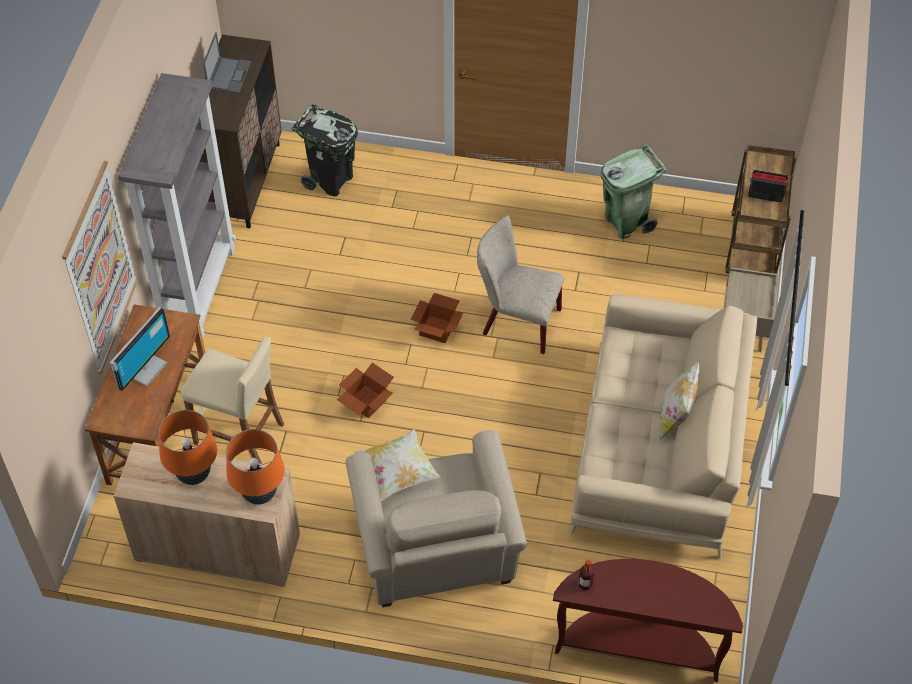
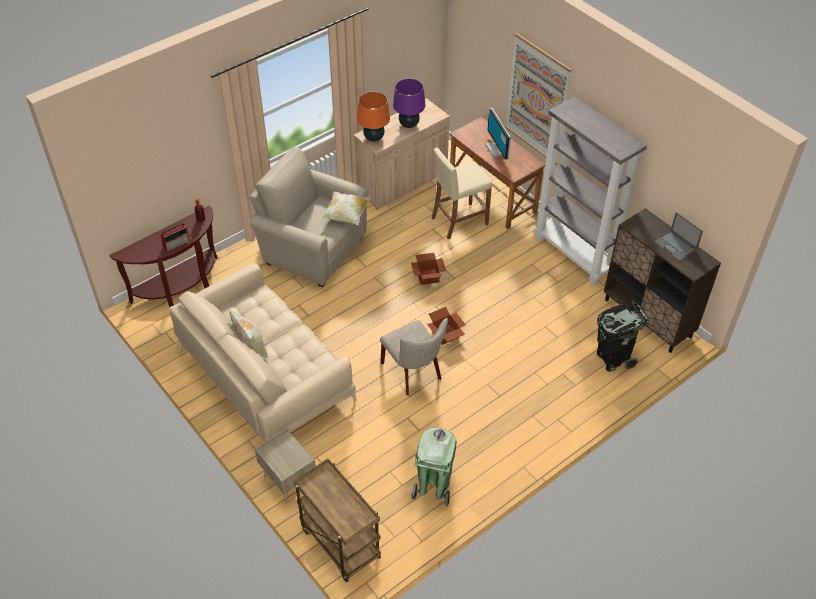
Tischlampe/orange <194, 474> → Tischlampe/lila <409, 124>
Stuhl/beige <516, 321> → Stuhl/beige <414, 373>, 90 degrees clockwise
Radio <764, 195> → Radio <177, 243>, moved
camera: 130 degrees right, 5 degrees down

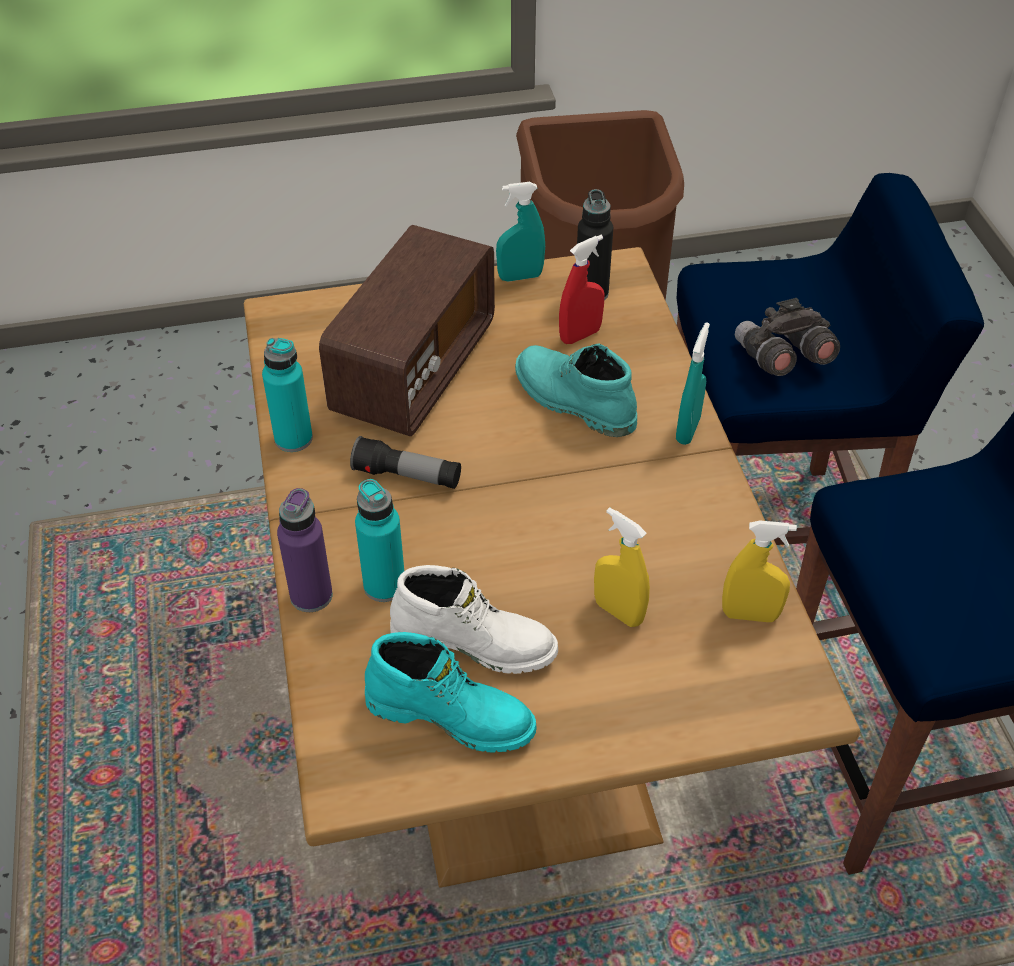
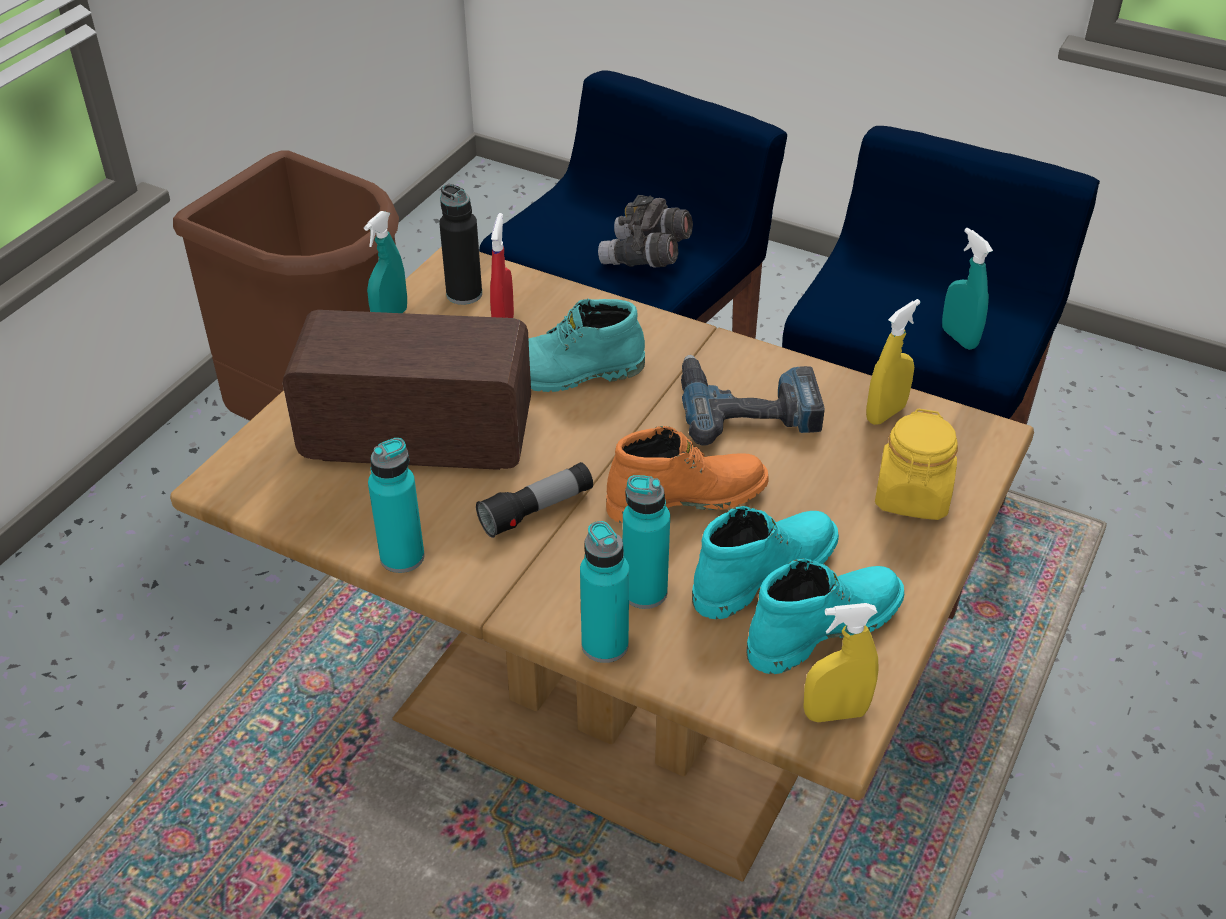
Flasche/lila <311, 595> → Flasche/türkis <605, 645>
Radio <414, 370> → Radio <418, 438>, 60 degrees counterclockwise
Stiefel/weiß <475, 642> → Stiefel/türkis <762, 571>
Sprühflasche/gelb <618, 612> → Sprühflasche/gelb <835, 713>, moved
Sprühflasche/türkis <688, 430> → Sprühflasche/türkis <959, 338>, moved
- → Stiefel/orange <686, 497>
- → Bohrmaschine <747, 407>
- → Vorratsglas/gelb <912, 496>
camera: 50 degrees left, 5 degrees down

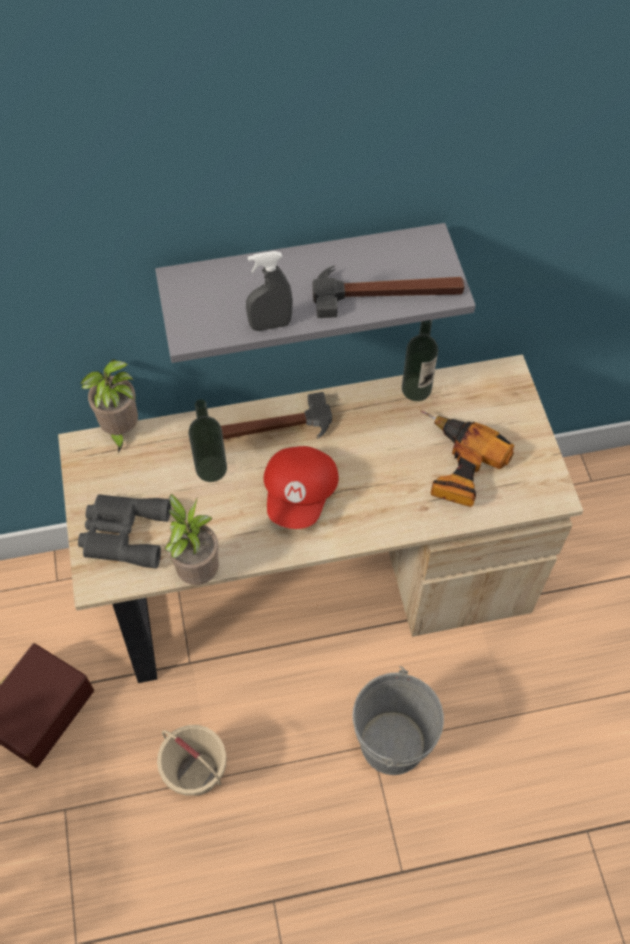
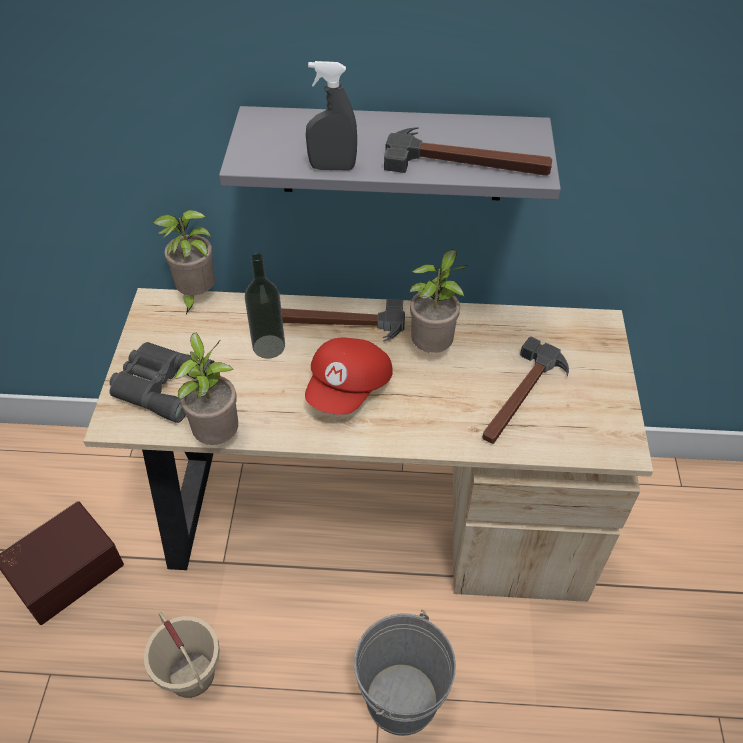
Flasche <416, 389> → -
Bohrmaschine <455, 466> → Hammer <521, 397>
- → Topfpflanze <433, 348>
camera: 15 degrees right, 10 degrees down

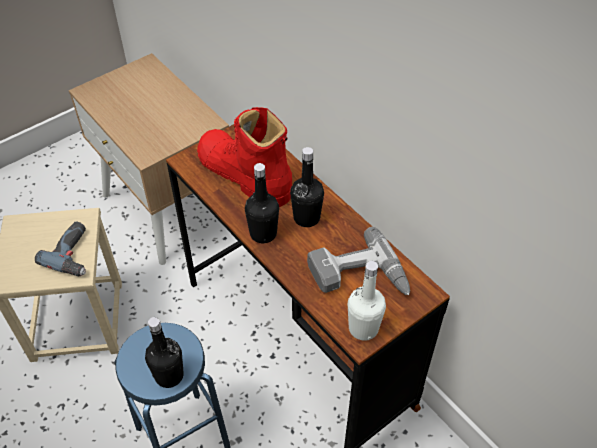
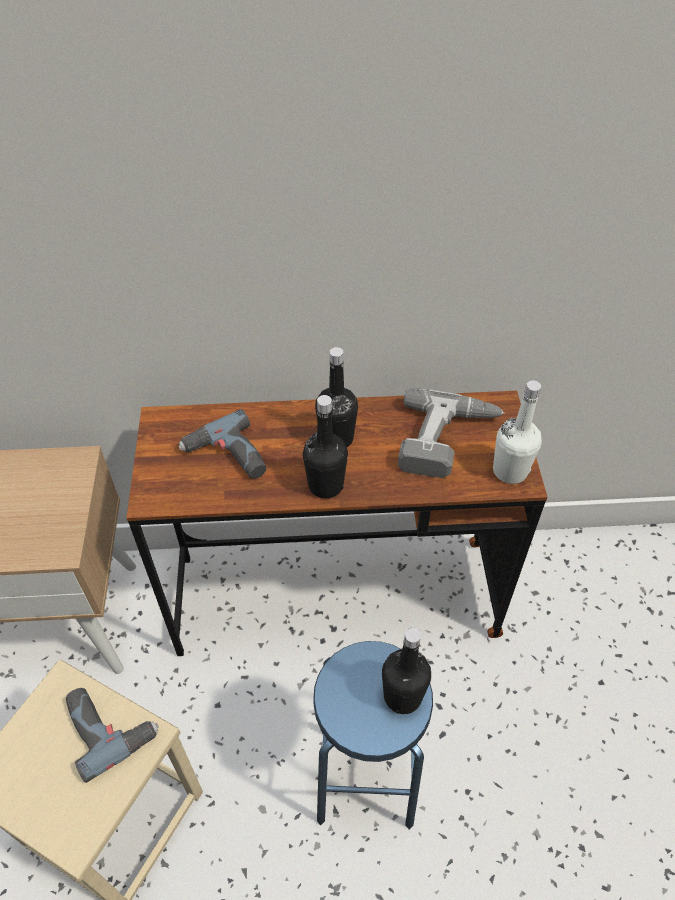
Stiefel/rot <244, 175> → Bohrmaschine <227, 457>
camera: 55 degrees left, 0 degrees up

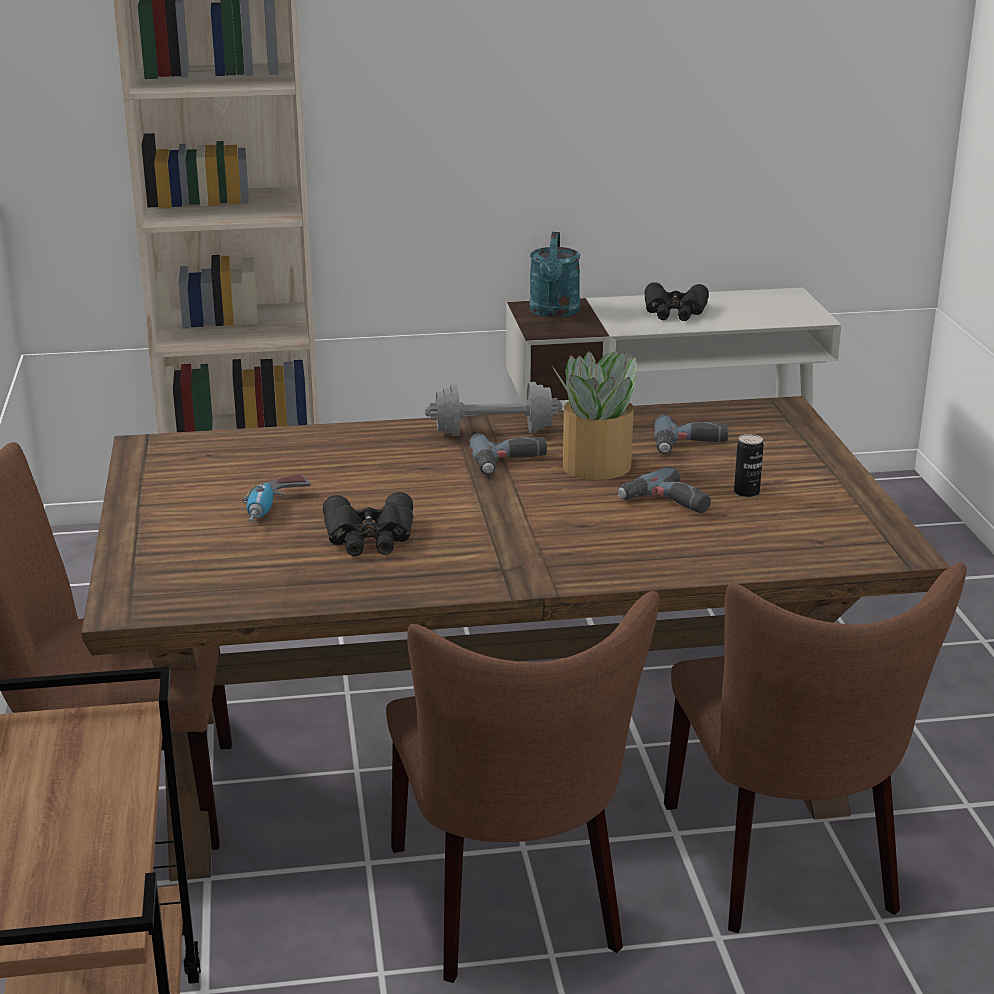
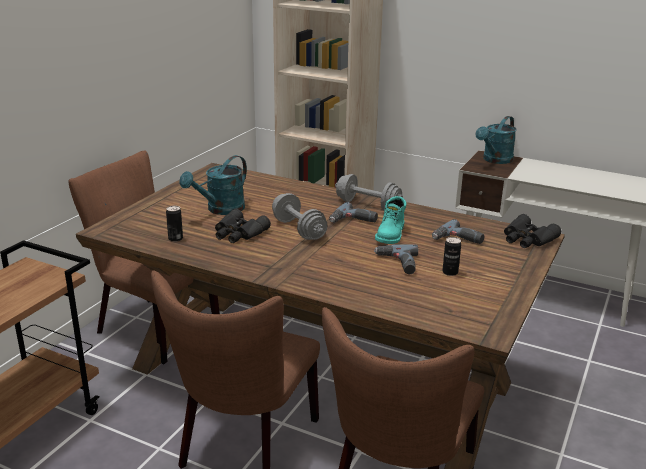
Bohrmaschine <275, 510> → Gießkanne/türkis <220, 210>
Topfpflanze <595, 466> → Stiefel/türkis <391, 235>
Fernglas/schwarz <675, 311> → Fernglas/schwarz <527, 239>, moved
- → Dose <175, 239>
- → Hantel/grau <299, 229>
camera: 35 degrees right, 0 degrees up

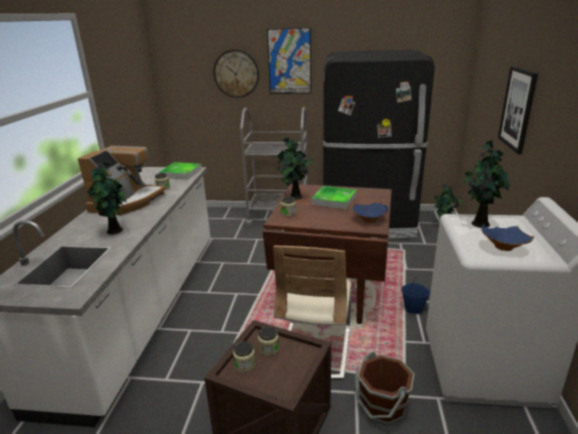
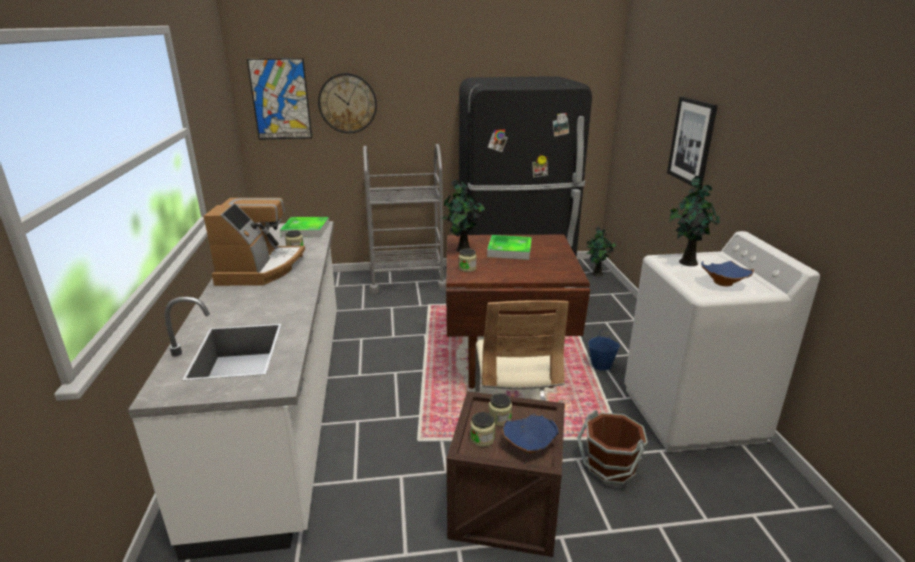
Topfpflanze <115, 231> → -
Bild <289, 61> → Bild <280, 99>, moved
Schüssel/blau <369, 219> → Schüssel/blau <528, 445>, moved
camera: 15 degrees left, 0 degrees up

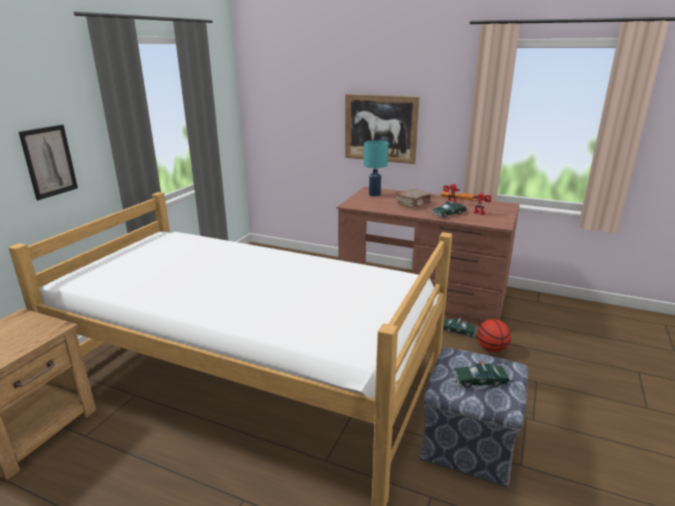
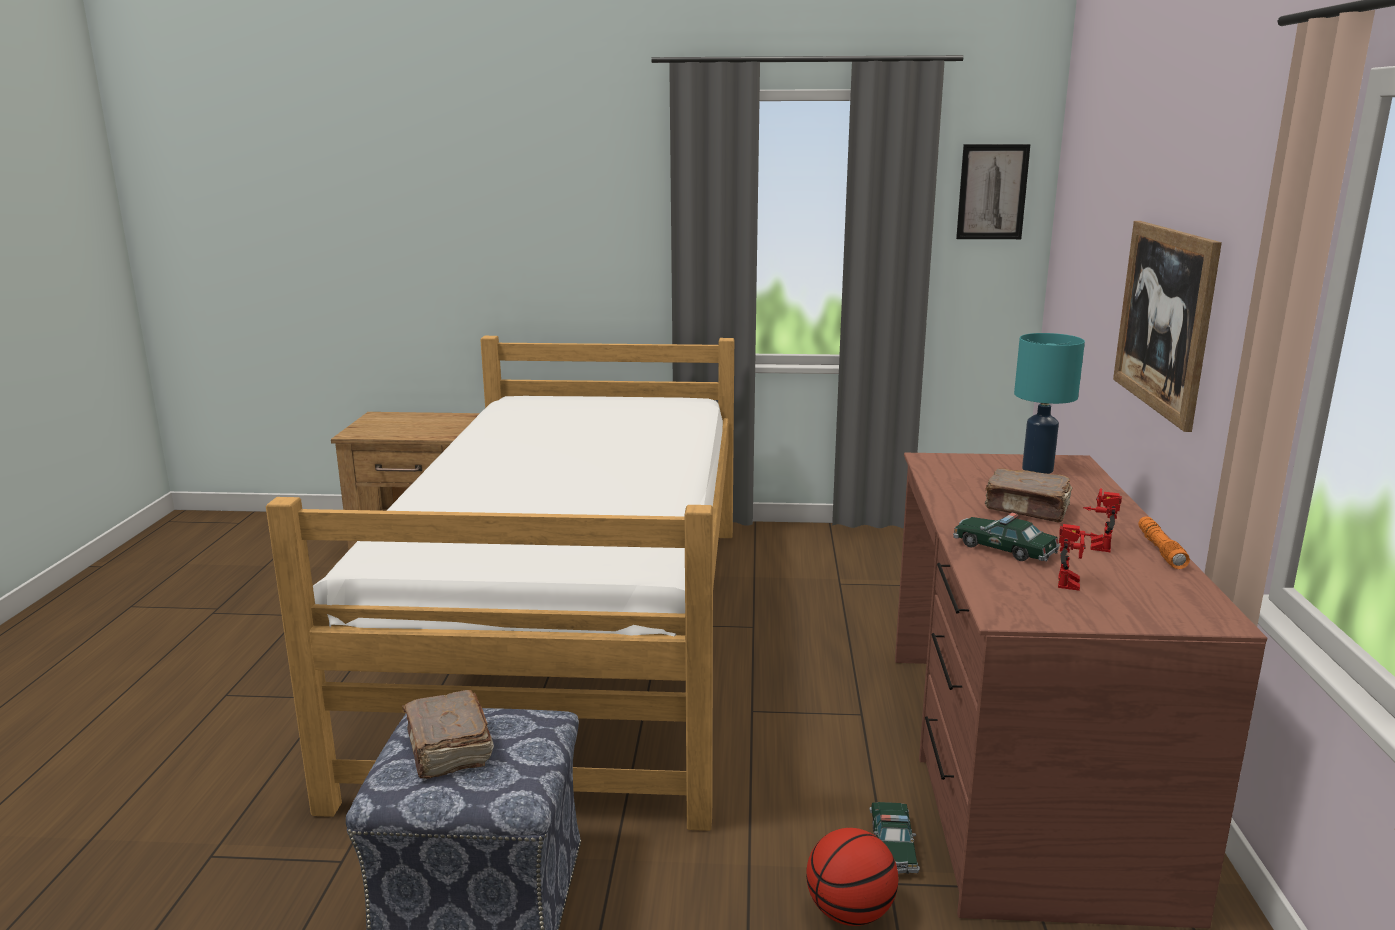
Bild <49, 161> → Bild <992, 192>, moved
Spielzeugauto <480, 381> → Buch/braun <448, 750>
camera: 70 degrees right, 5 degrees down

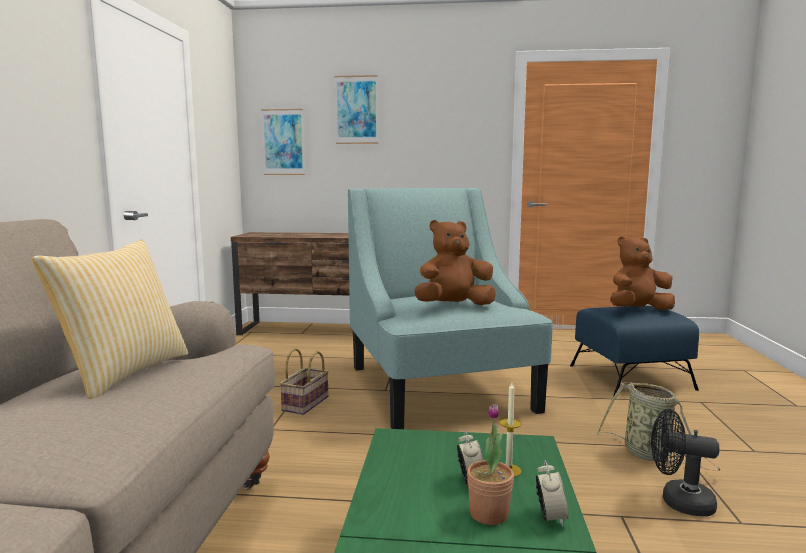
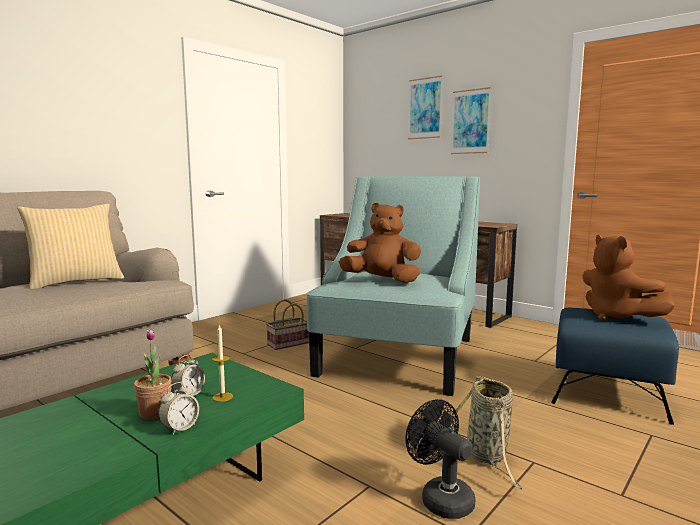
Bild <283, 142> → Bild <470, 121>, moved
Plüschtier/braun <638, 310> → Plüschtier/braun <616, 317>, 135 degrees counterclockwise
camera: 35 degrees right, 0 degrees up

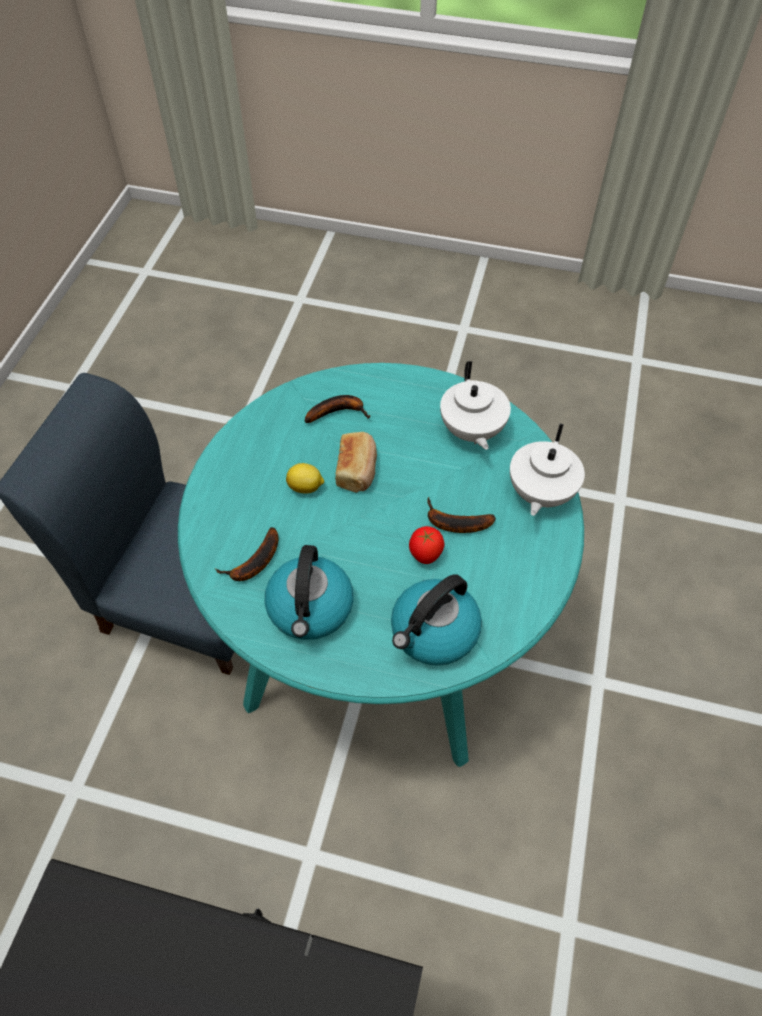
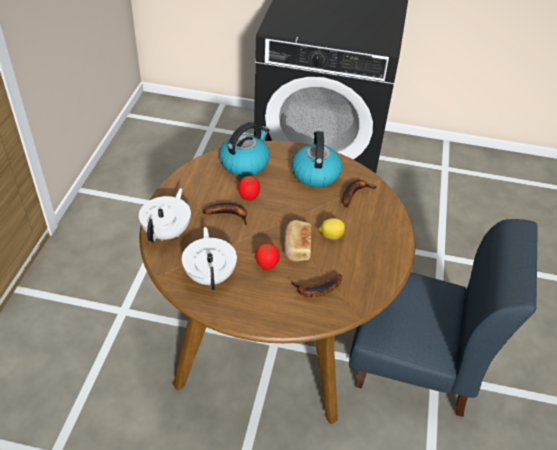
Esstisch/türkis <380, 636> → Esstisch/braun <271, 337>
- → Tomate <267, 265>
camera: 175 degrees right, 10 degrees down

